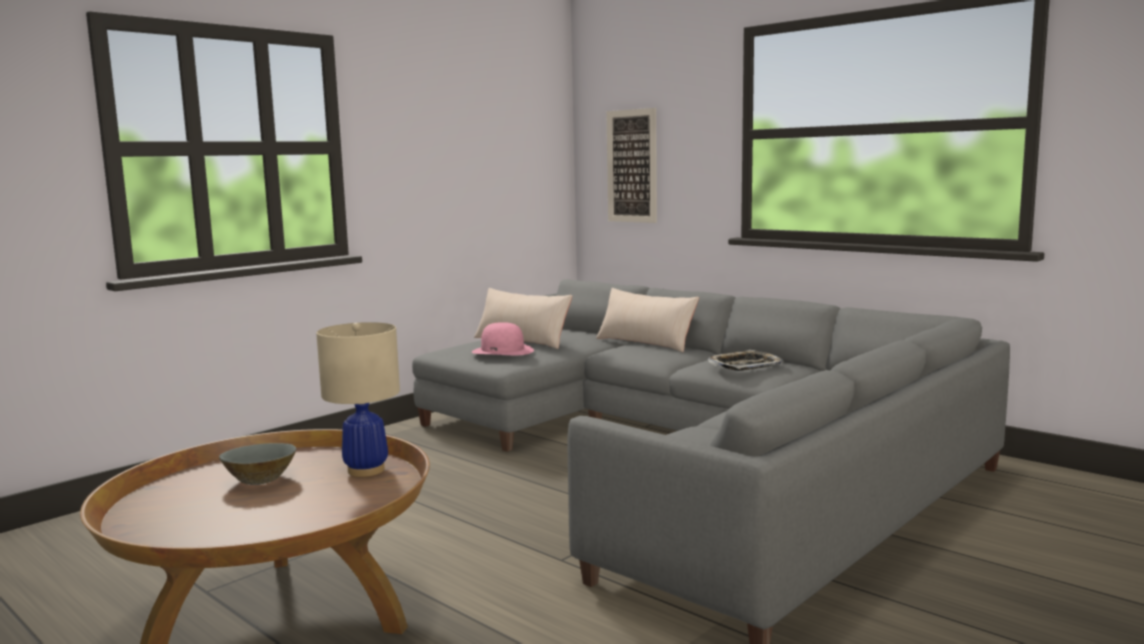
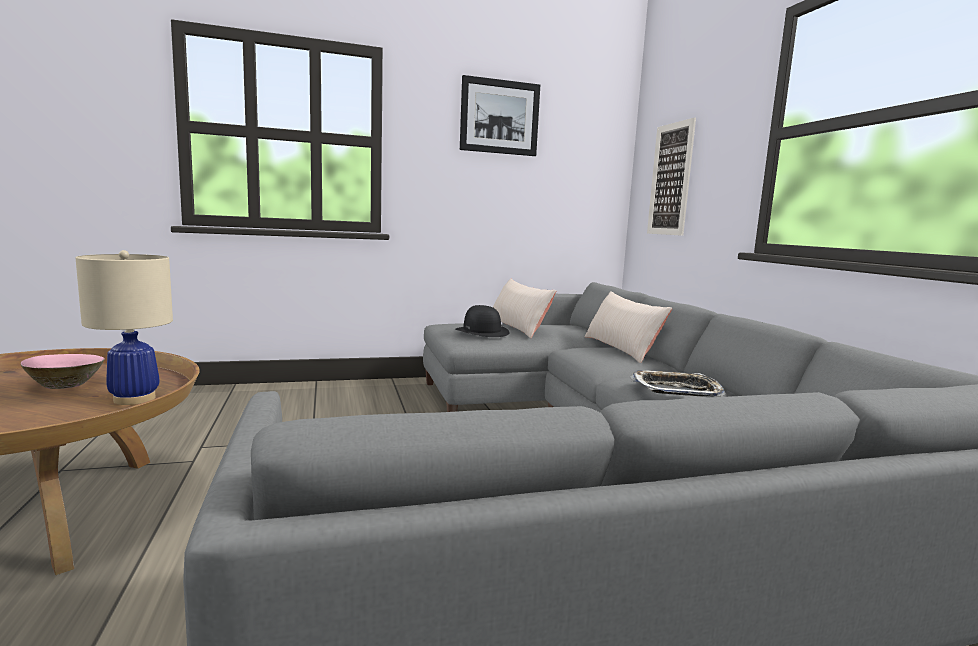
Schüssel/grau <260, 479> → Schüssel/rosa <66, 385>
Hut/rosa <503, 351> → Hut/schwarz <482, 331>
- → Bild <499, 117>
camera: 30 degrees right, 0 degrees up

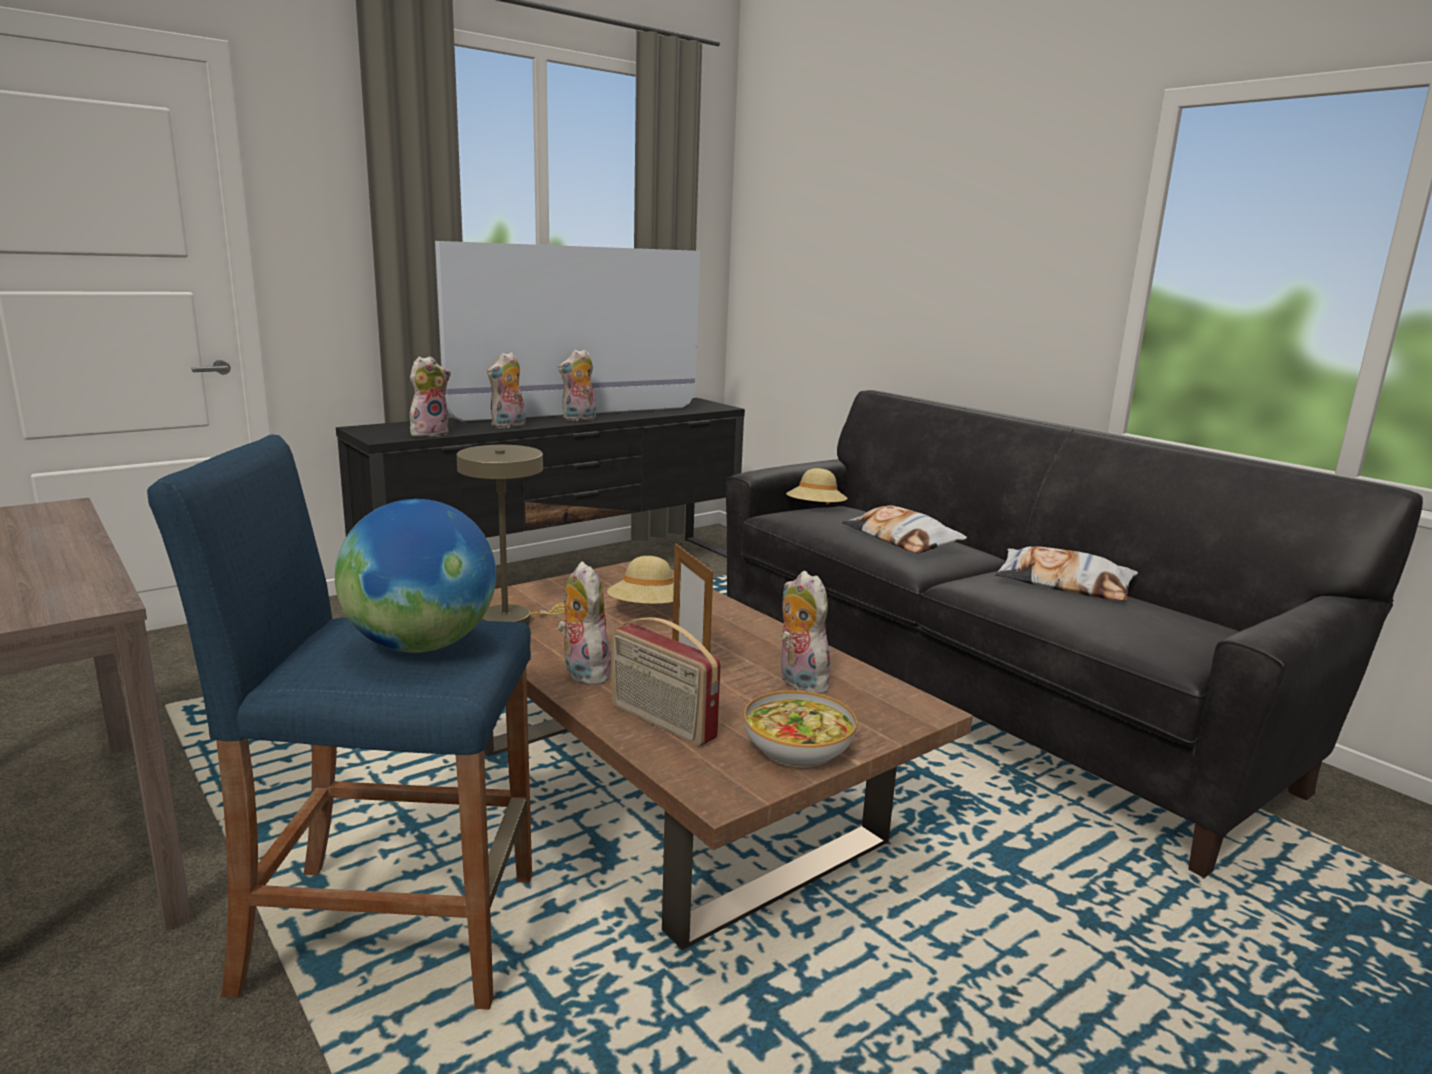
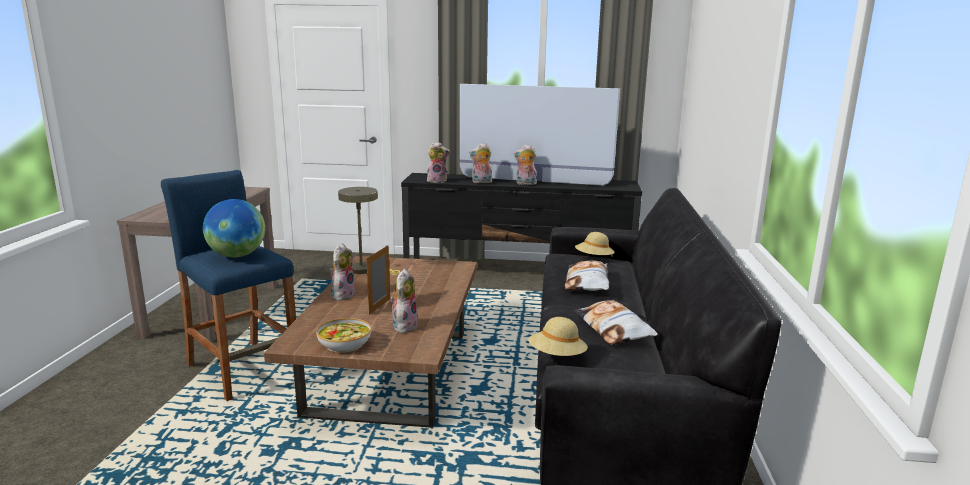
Hut/beige <647, 611> → Hut/beige <557, 357>, moved
Radio <661, 722> → -
camera: 45 degrees right, 0 degrees up

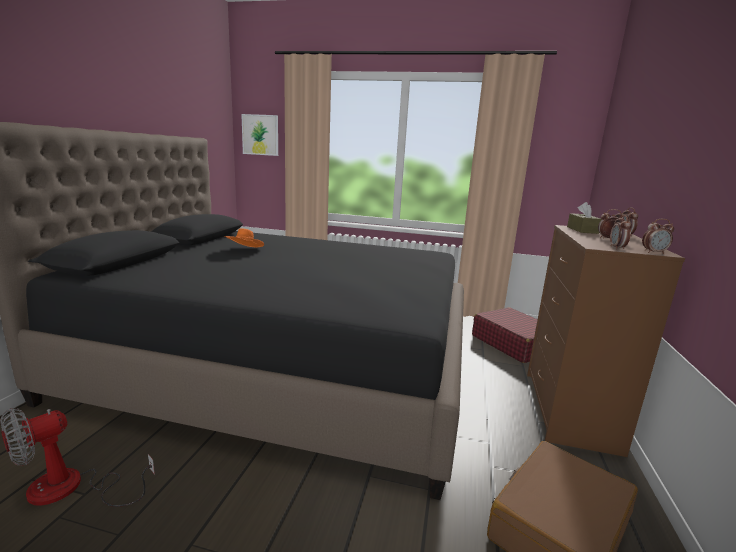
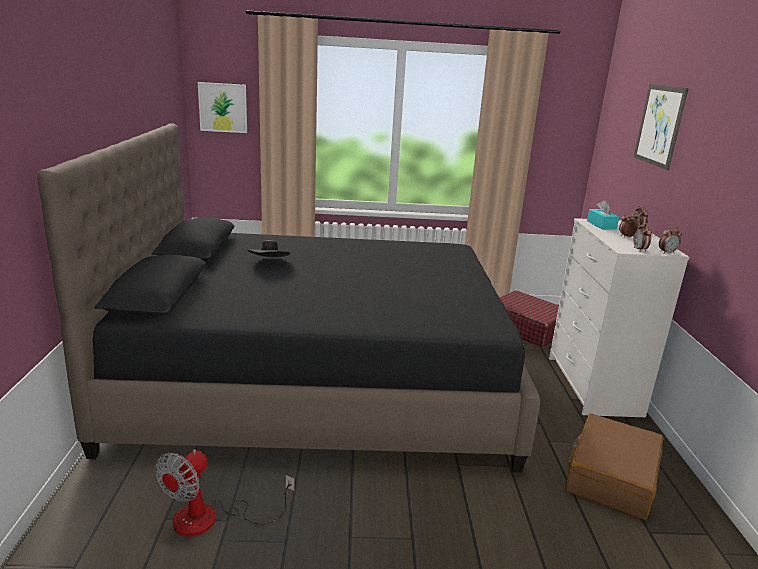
Hut/orange <245, 250> → Hut/schwarz <269, 263>
Kommode/braun <570, 410> → Kommode/weiß <593, 386>
Taschentuchbox/braun <582, 230> → Taschentuchbox/türkis <601, 225>
- → Bild <659, 125>
camera: 15 degrees left, 5 degrees up

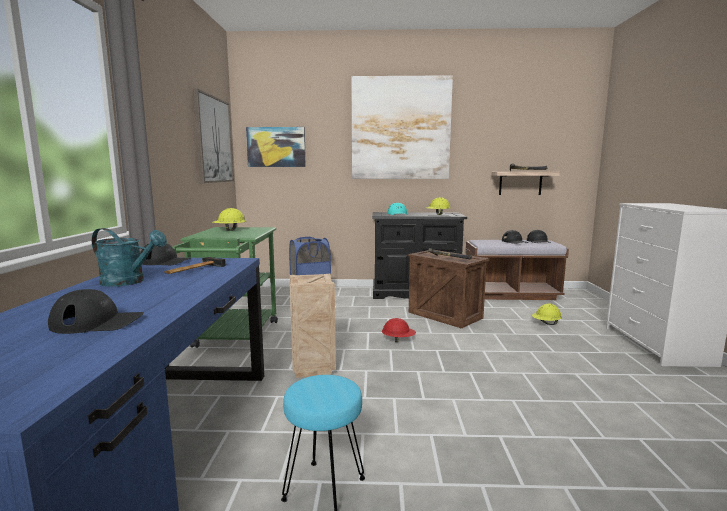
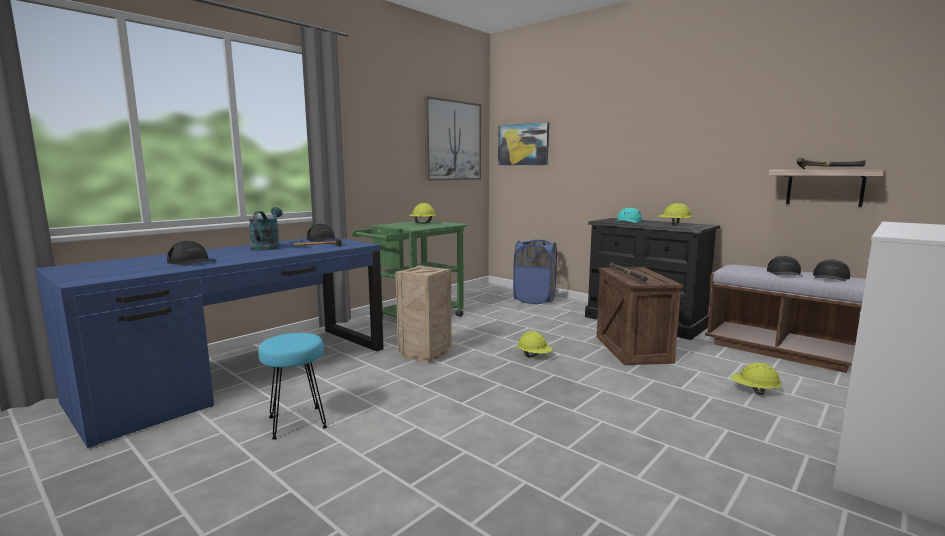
Gießkanne/türkis <129, 282> → Gießkanne/türkis <267, 247>, 150 degrees counterclockwise
Bild <400, 128> → -
Schutzhelm/rot <398, 340> → Schutzhelm/gelb <534, 356>
camera: 40 degrees right, 0 degrees up

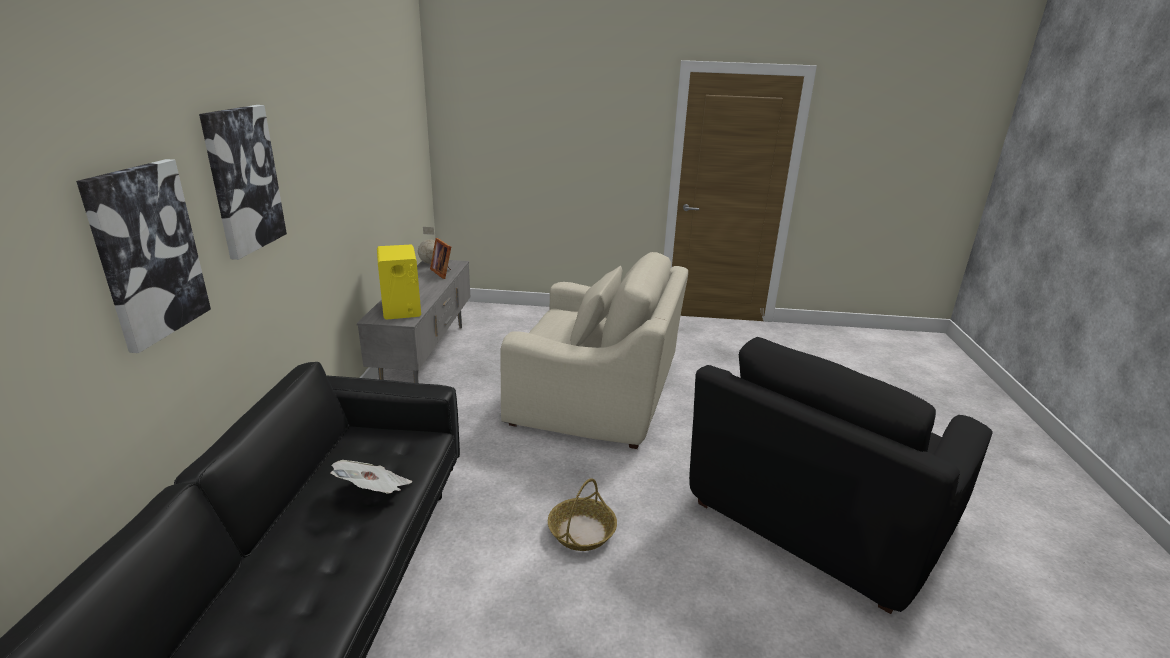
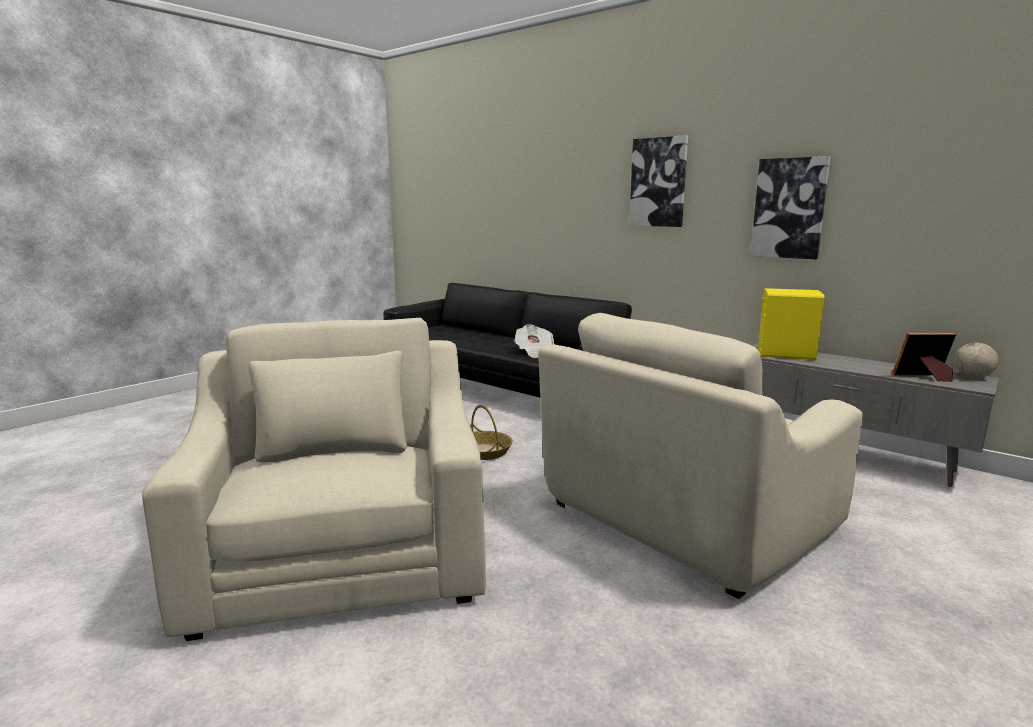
Bild <147, 253> → Bild <789, 208>, moved
Sessel/schwarz <818, 515> → Sessel/beige <342, 553>
camera: 125 degrees right, 10 degrees down

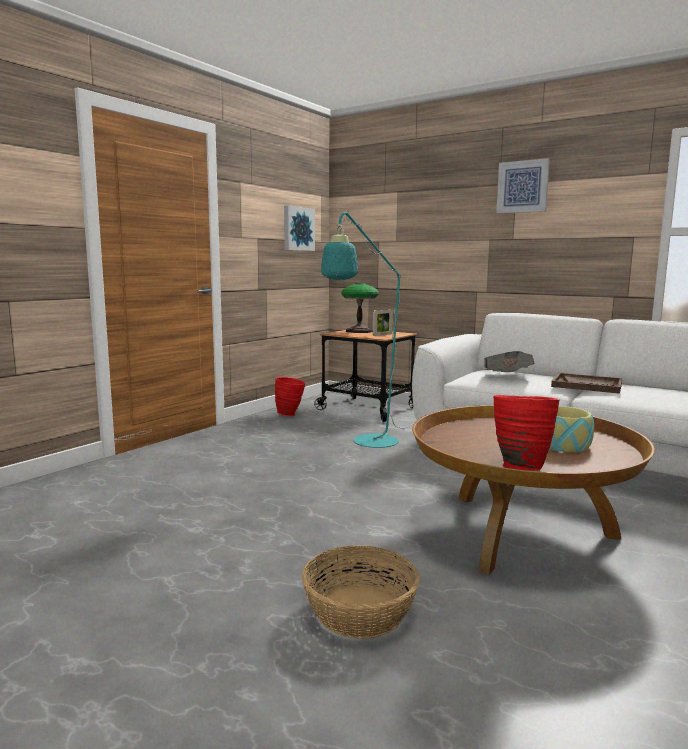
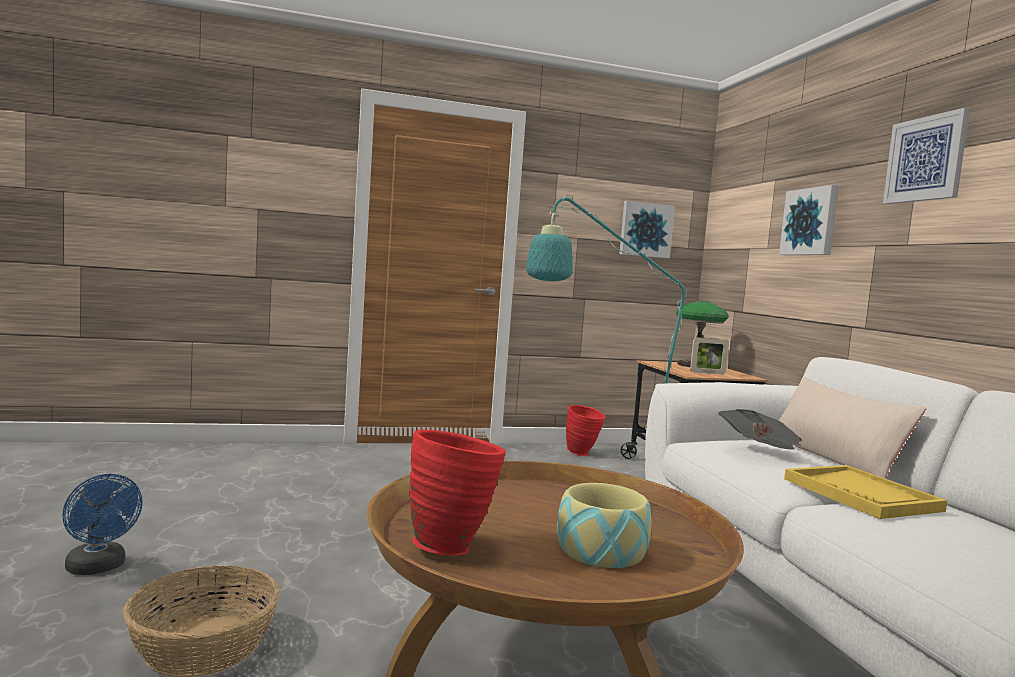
Tablett/braun <587, 385> → Tablett/gelb <861, 494>
- → Ventilator/blau <99, 568>
- → Bild <810, 222>
- → Kissen/beige <833, 460>
camera: 40 degrees right, 5 degrees down

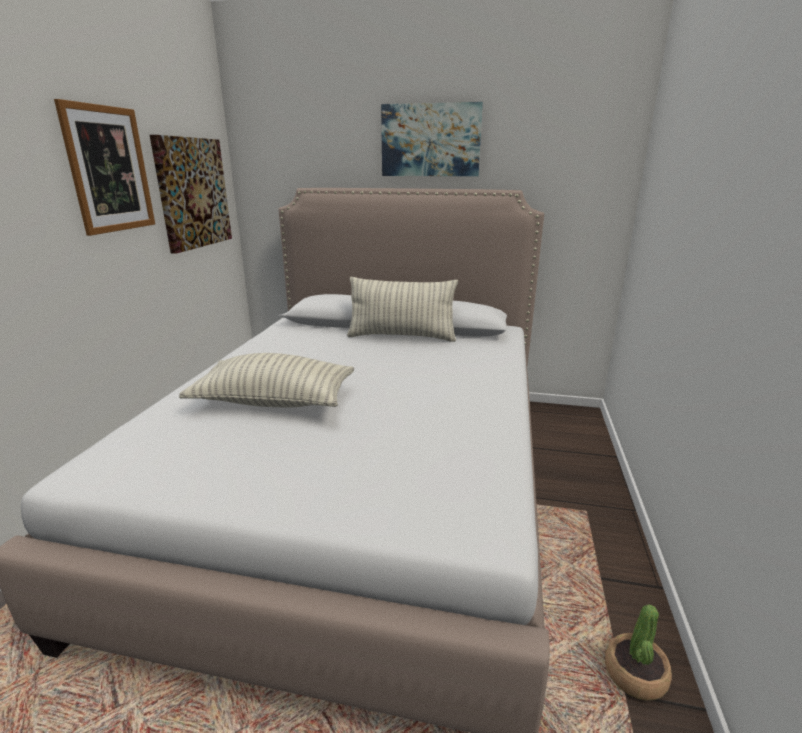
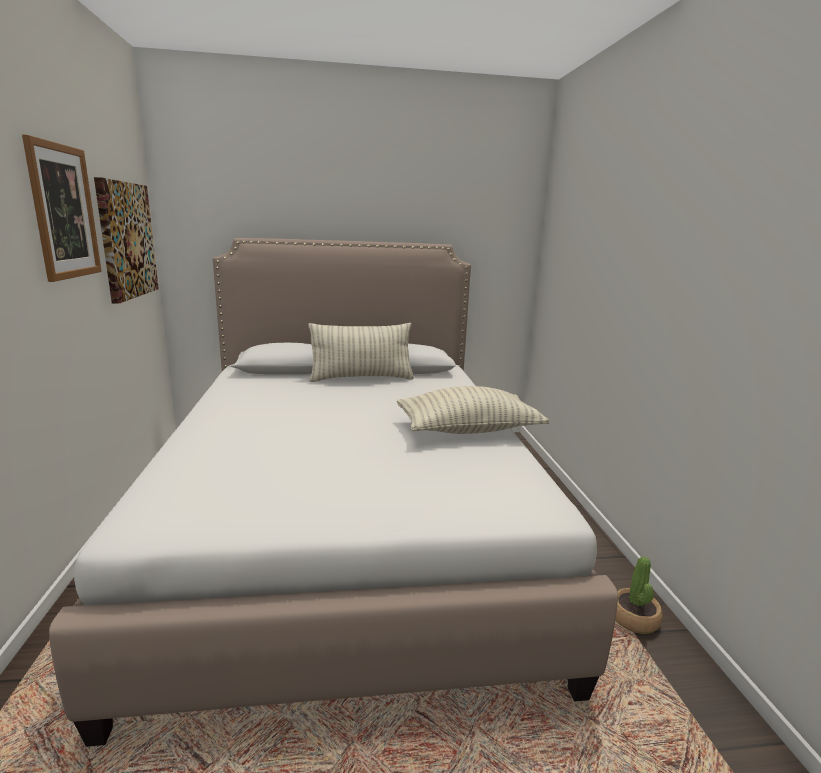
Kissen <274, 402> → Kissen <468, 430>, moved
Bild <430, 140> → -
camera: 20 degrees left, 5 degrees down

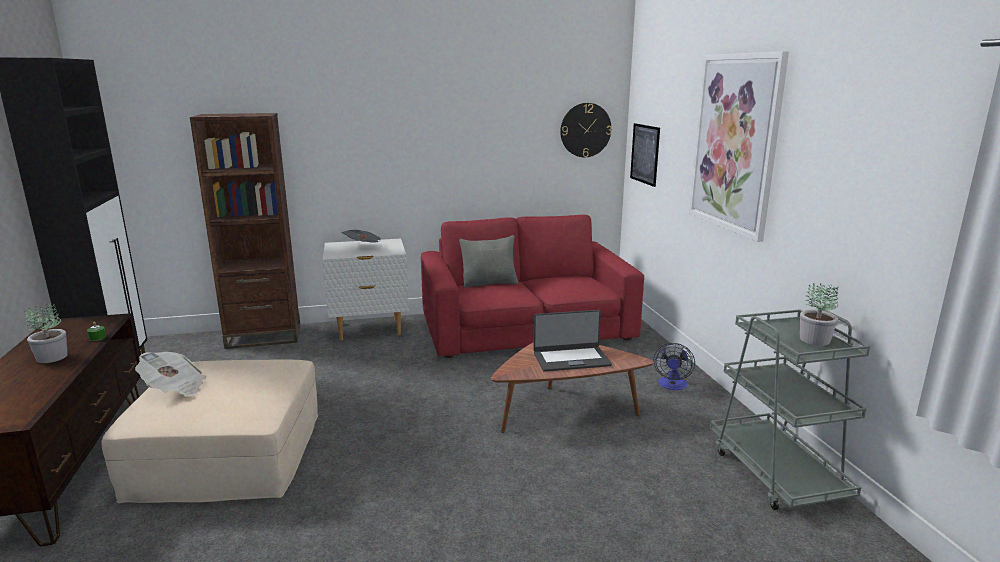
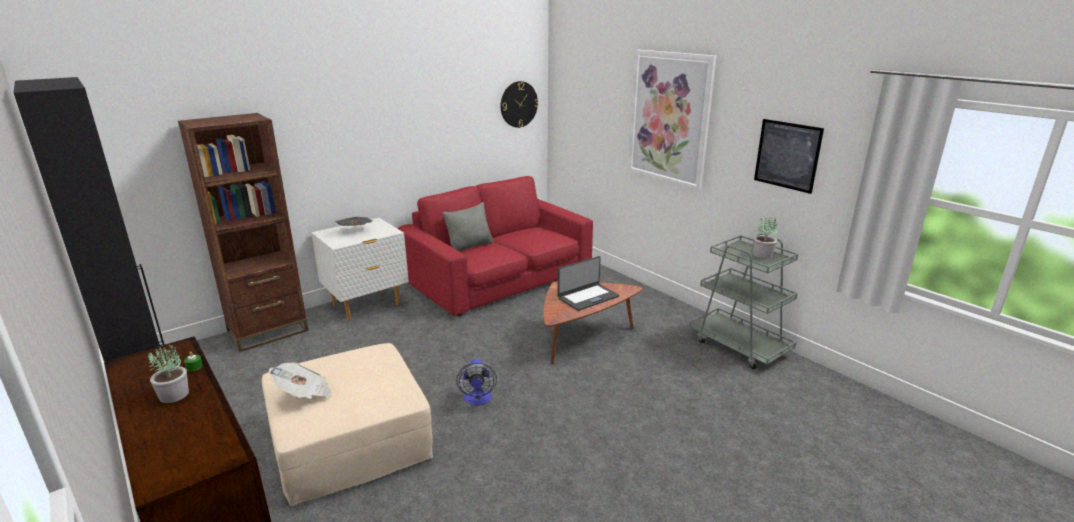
Bild <645, 154> → Bild <787, 155>, moved
Ventilator <672, 386> → Ventilator <478, 400>, moved
camera: 25 degrees left, 5 degrees up

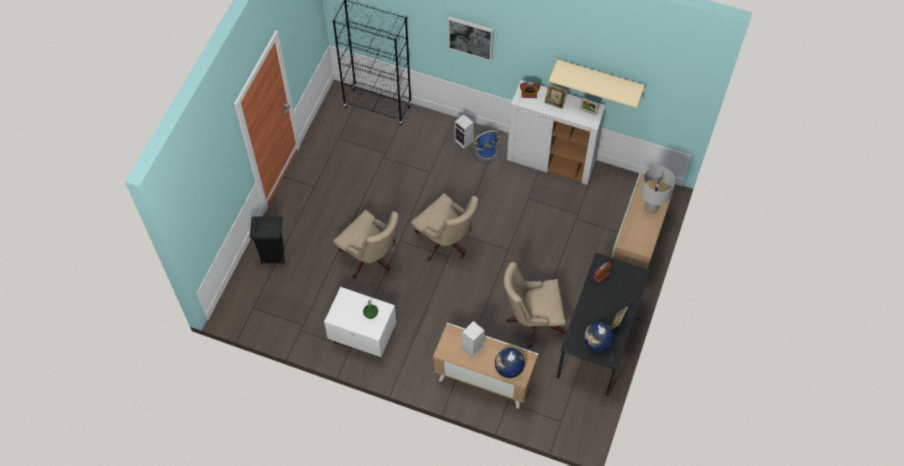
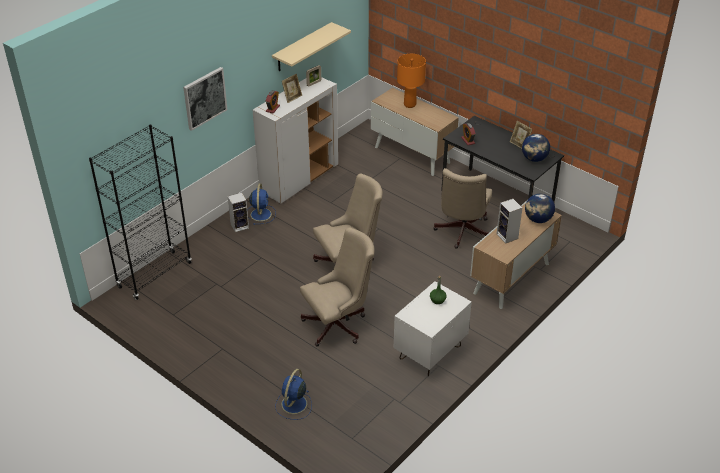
Mülleimer/schwarz <273, 257> → Ventilator/blau <293, 405>
Tischlampe/grau <651, 208> → Tischlampe/orange <410, 105>
camera: 70 degrees left, 20 degrees down

